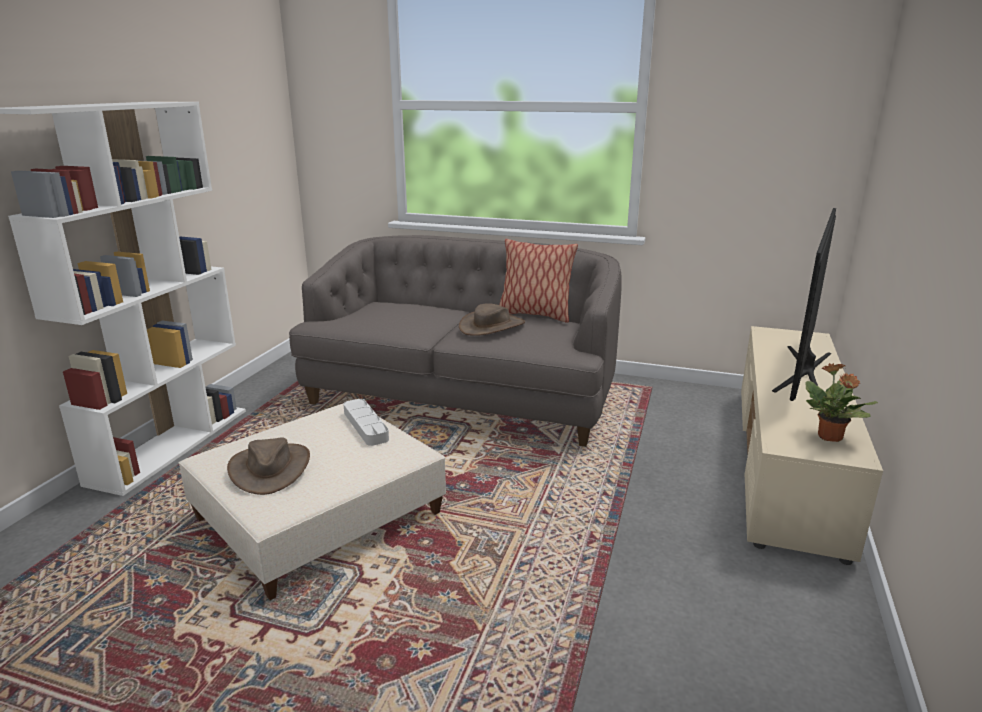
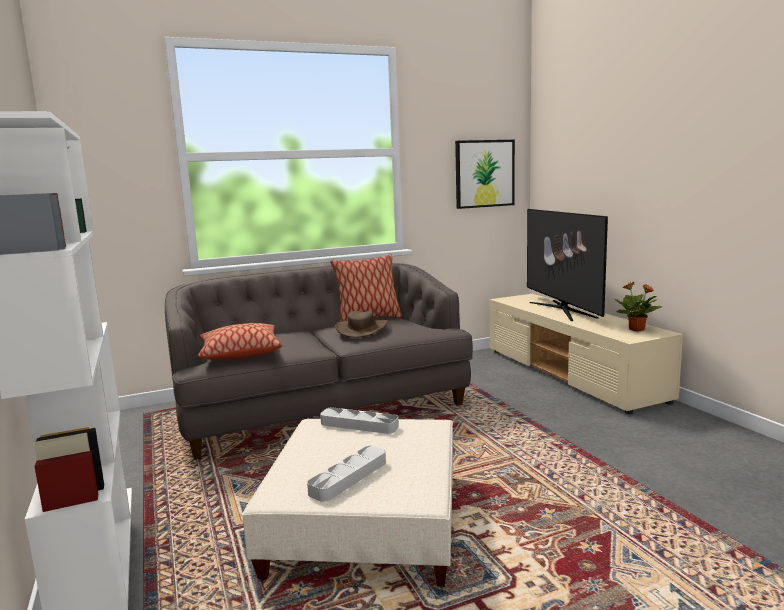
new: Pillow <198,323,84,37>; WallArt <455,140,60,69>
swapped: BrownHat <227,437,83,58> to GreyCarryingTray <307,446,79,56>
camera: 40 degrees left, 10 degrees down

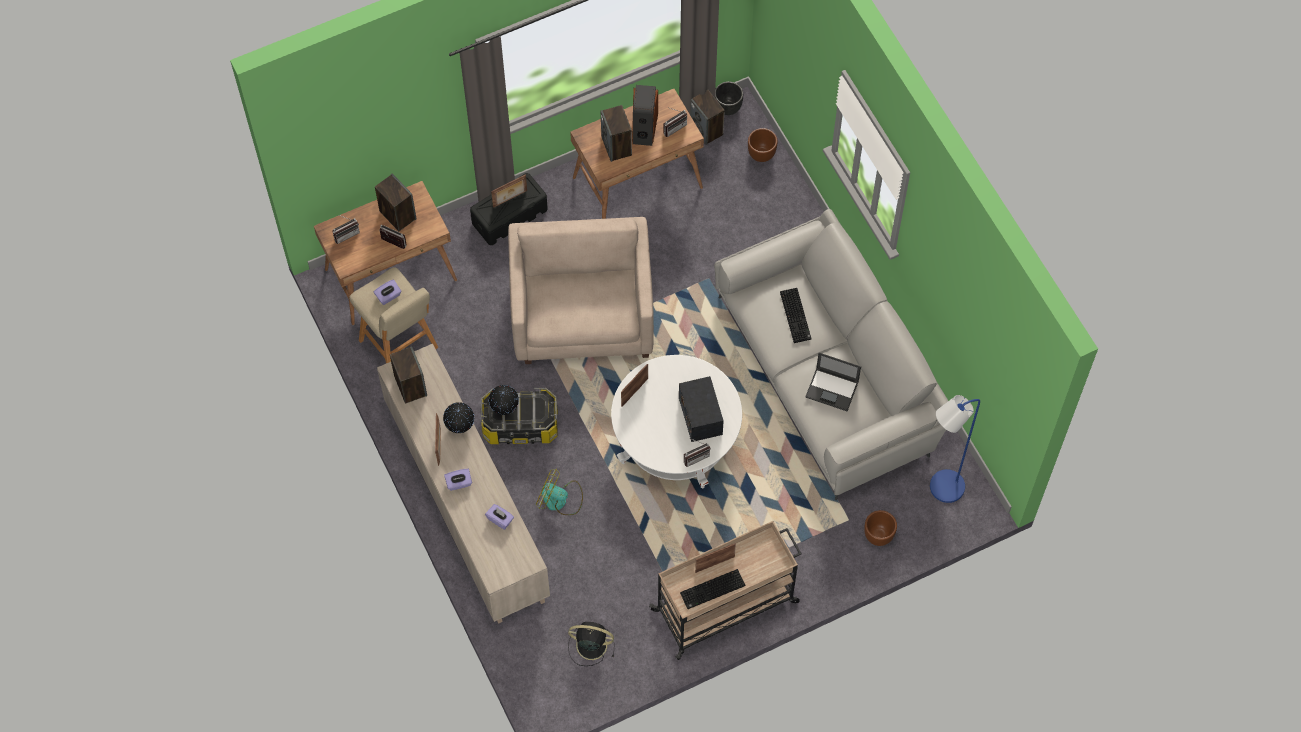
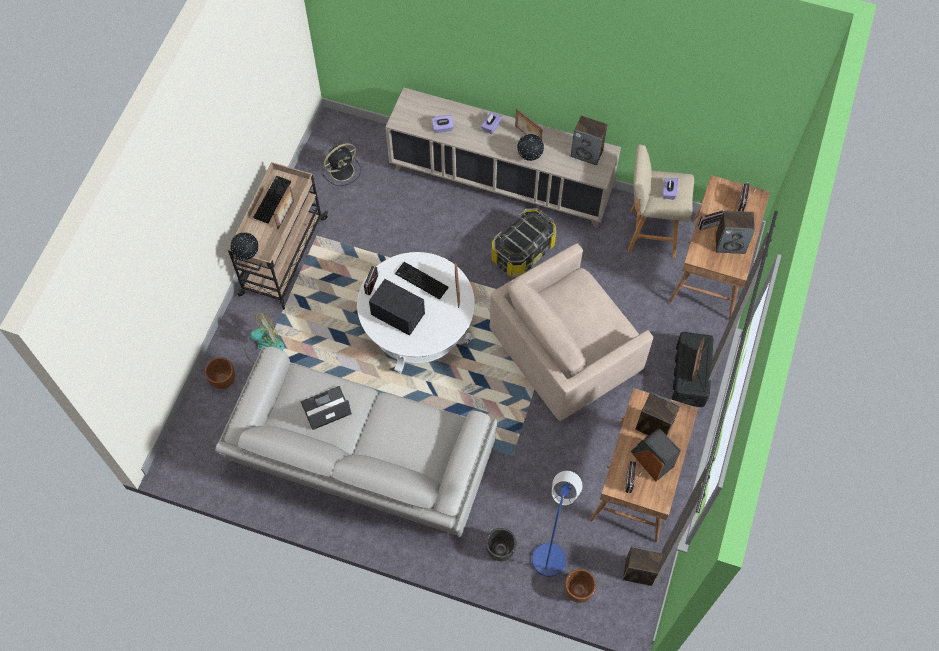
shifted: WorldGlobe <489,385,30,30> to <231,232,28,28>; CoolingFan <536,469,47,46> to <245,312,39,52>; BlackColouredPlanter <715,82,28,33> to <486,528,31,33>; Keyboard <780,288,31,55> to <395,262,53,37>; BluishStandardLamp <930,395,50,108> to <532,471,50,106>
rotated: BeigeLoungeChair <508,217,146,147> = <490,243,163,178> 105 degrees clockwise
camera: 135 degrees right, 0 degrees up

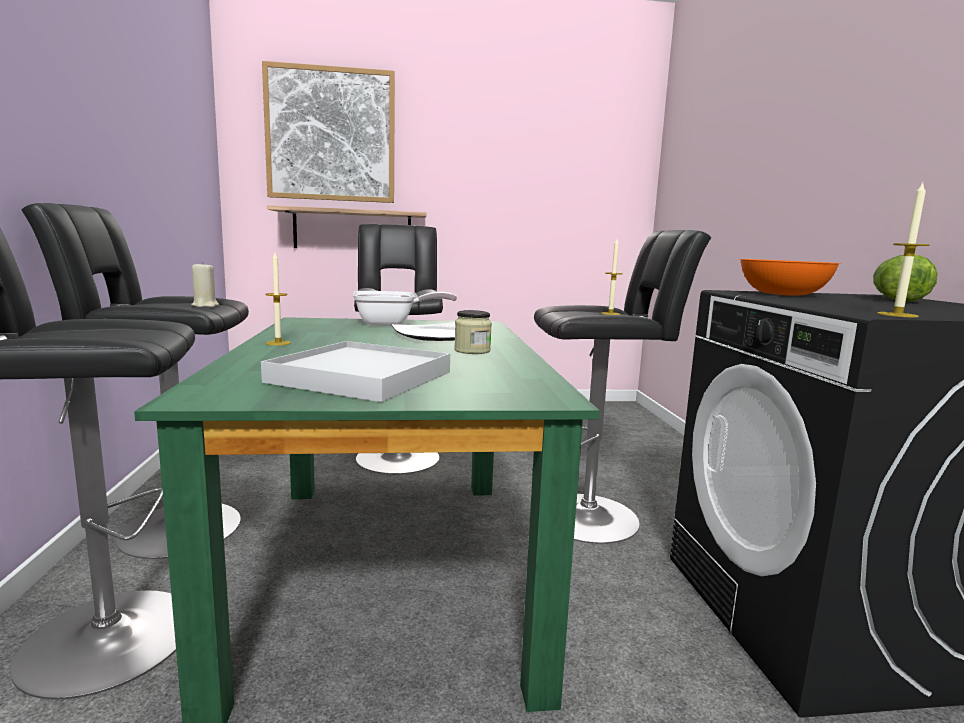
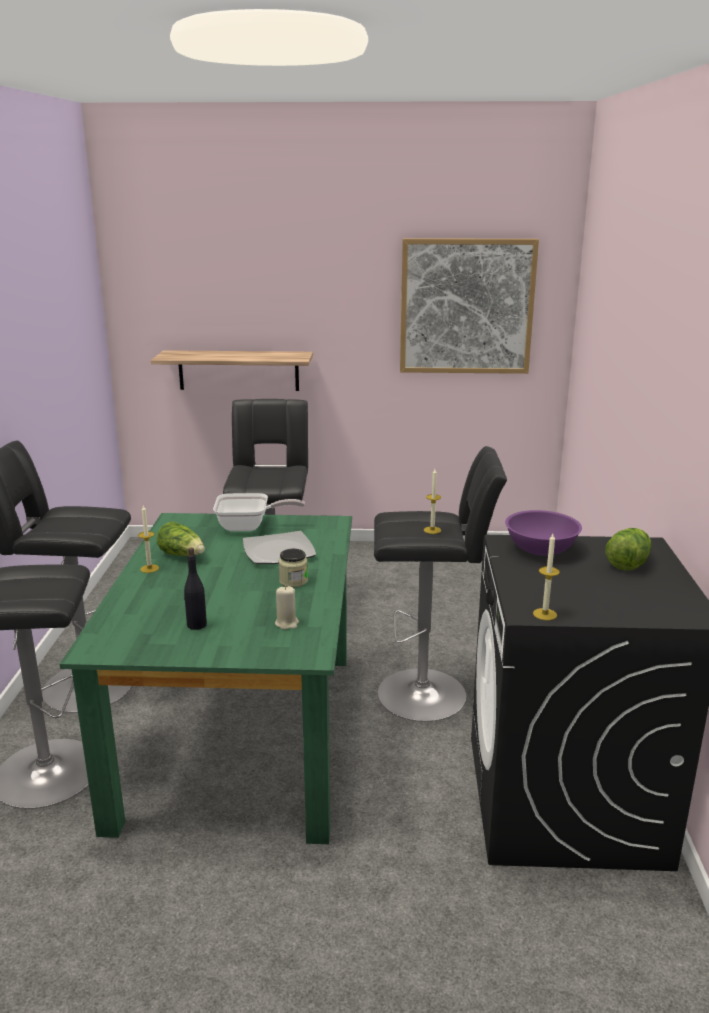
new: HeadOfLettuce <157,521,48,35>
shifted: BeigeWaxLight <191,262,28,45> to <275,586,24,44>; WallArt <262,61,133,142> to <400,238,139,136>
swapped: WhiteColouredCarryingTray <261,341,189,61> to BlackColouredBottle <184,548,23,82>
repainted: OrangeyDeepDish <740,259,102,37> to PurpleDeepDish <505,510,77,46>
camera: 10 degrees right, 10 degrees up

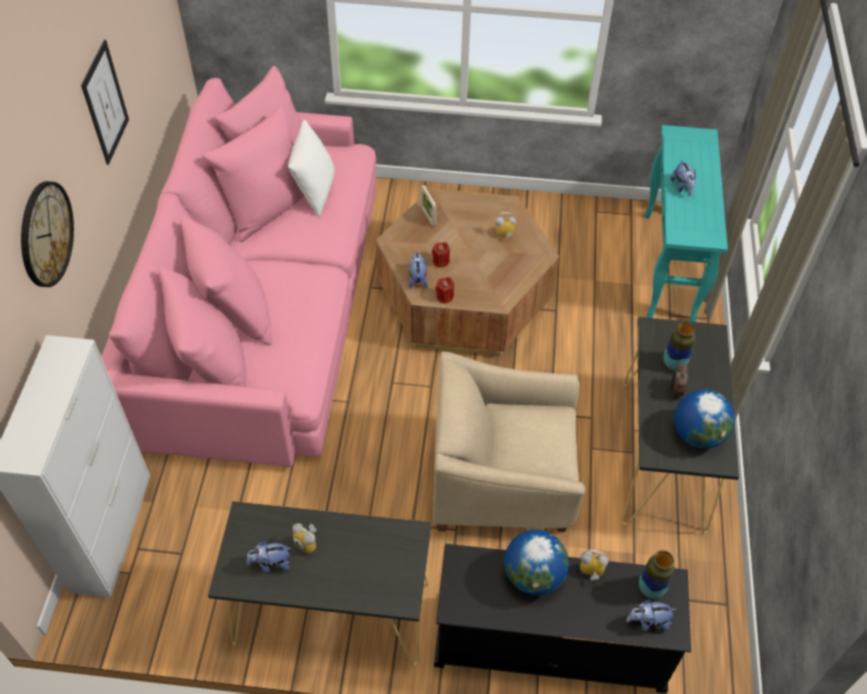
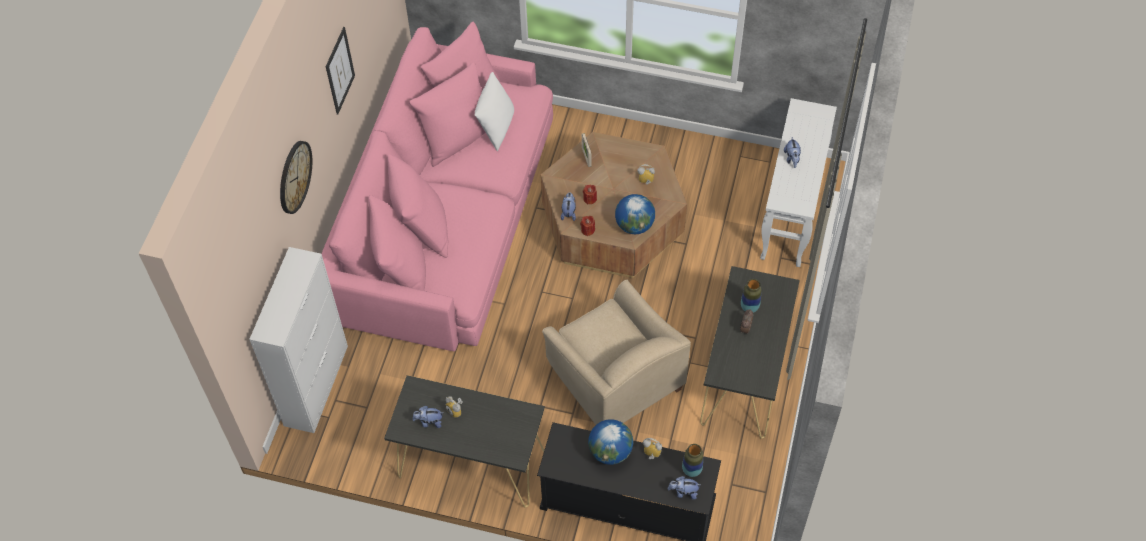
shifted: WorldGlobe <674,389,61,59> to <615,194,40,40>
repainted: BlueGreenHallTable <645,125,83,197> to WhiteColouredHallTable <760,98,77,169>
rotated: BeigeLoungeChair <433,351,152,181> = <542,280,149,145> 135 degrees counterclockwise
camera: 10 degrees right, 5 degrees up

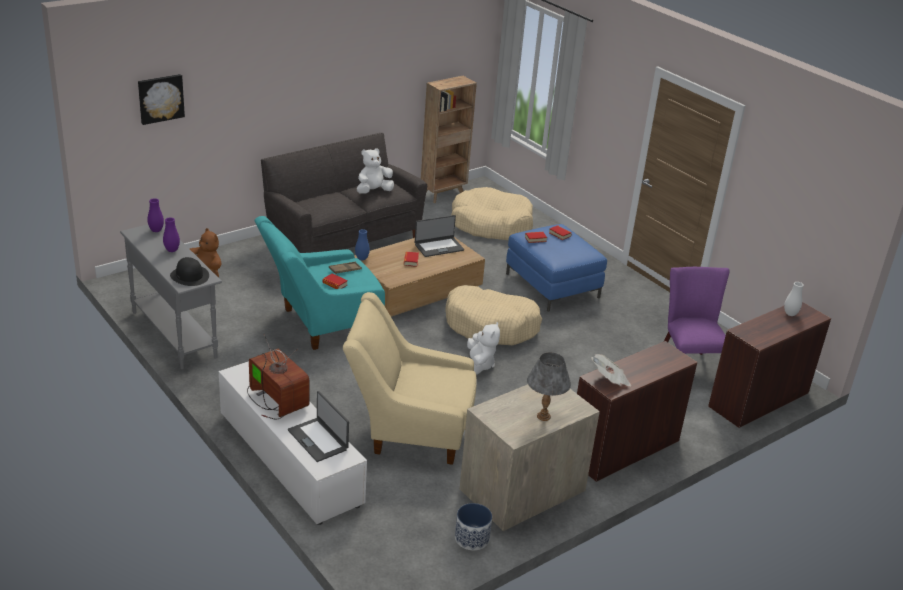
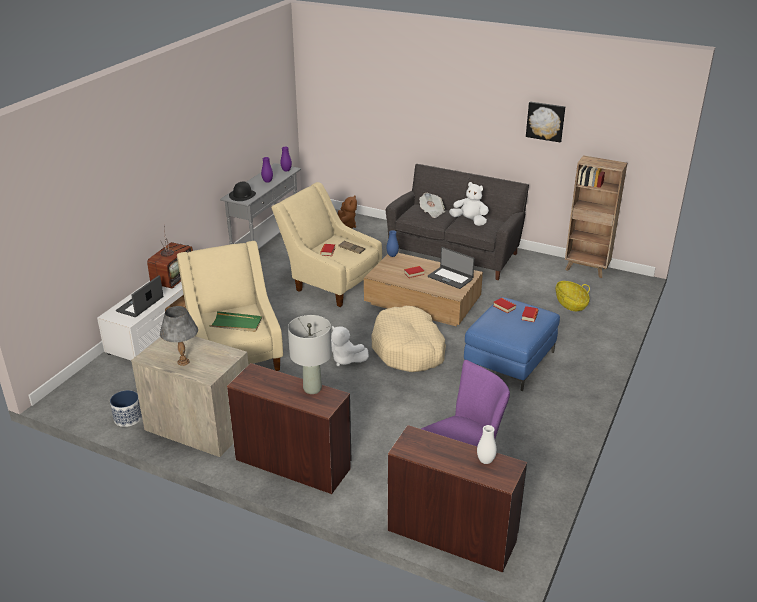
new: GreenCarryingTray <209,311,53,21>; GreyTabletopLamp <288,315,44,79>
shifted: WallArt <138,74,47,51> to <526,101,39,41>; DailyPaper <591,354,41,32> to <419,193,26,25>
swapped: BeigeDogCushion <451,187,82,53> to Basket <556,281,34,30>
repainted: BlueGreenLoungeChair <255,216,130,134> to BeigeLoungeChair <271,182,111,125>
rotated: WhiteColouredPlushToy <467,322,33,53> = <331,326,38,40> 60 degrees clockwise
camera: 65 degrees right, 0 degrees up

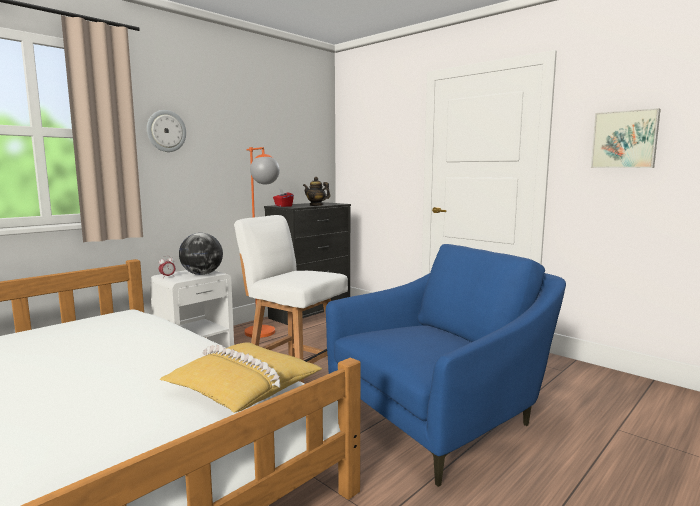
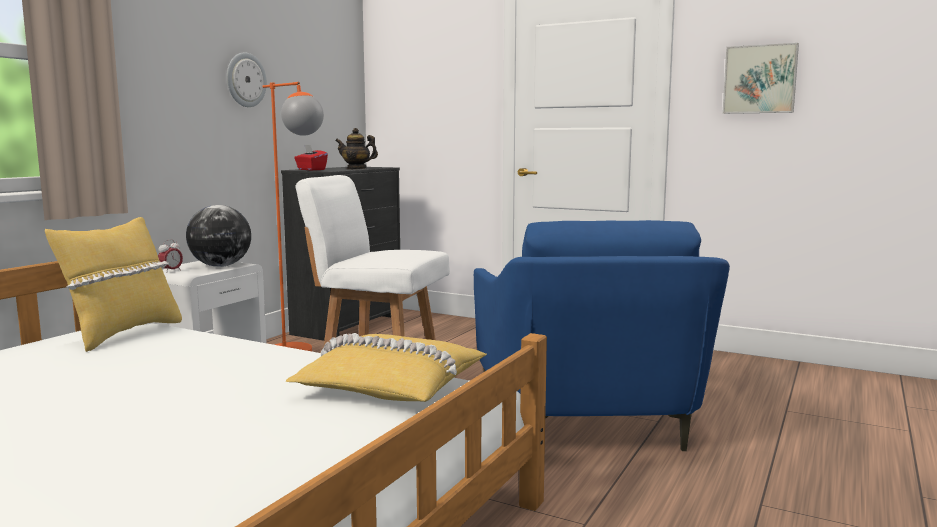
new: YellowPillow <45,217,137,135>
shifted: HangingClock <147,110,39,42> to <227,52,40,55>
rotated: BluishLoungeChair <326,244,240,243> = <474,220,256,231> 135 degrees clockwise
camera: 15 degrees left, 0 degrees up

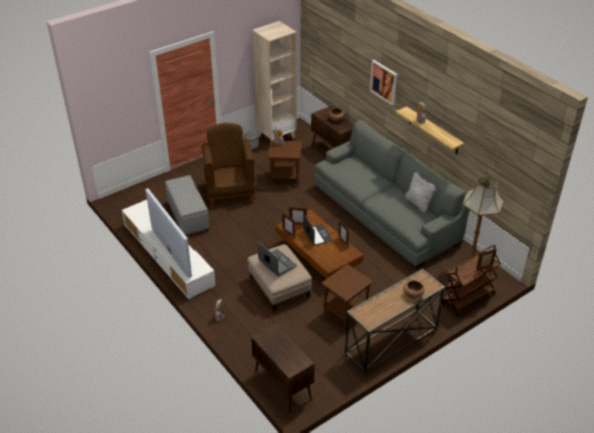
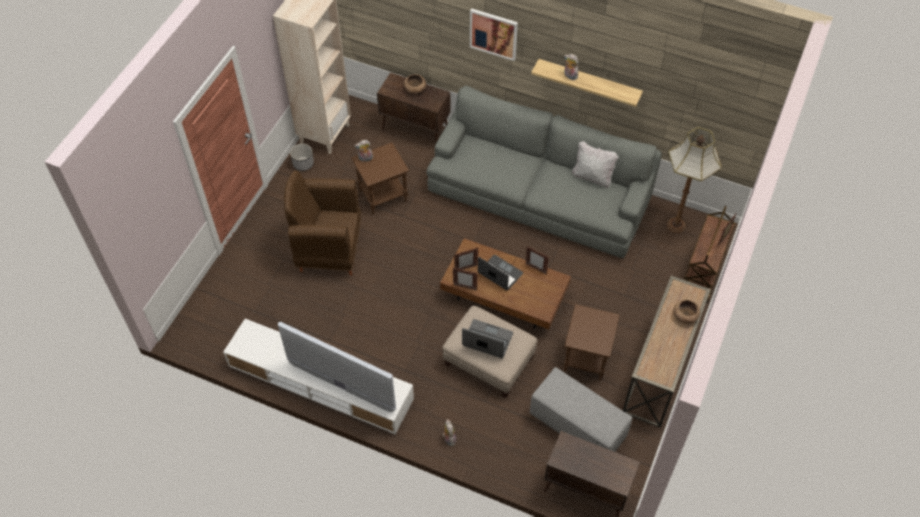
shifted: GreyPouffe <165,175,45,61> to <530,367,102,85>
rotated: BrownLoungeChair <202,123,54,83> = <284,171,77,105> 45 degrees counterclockwise
camera: 30 degrees left, 15 degrees up

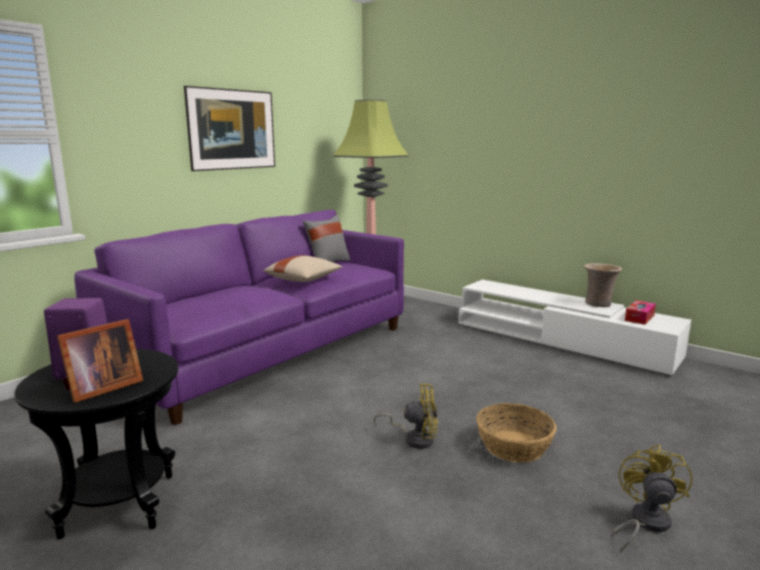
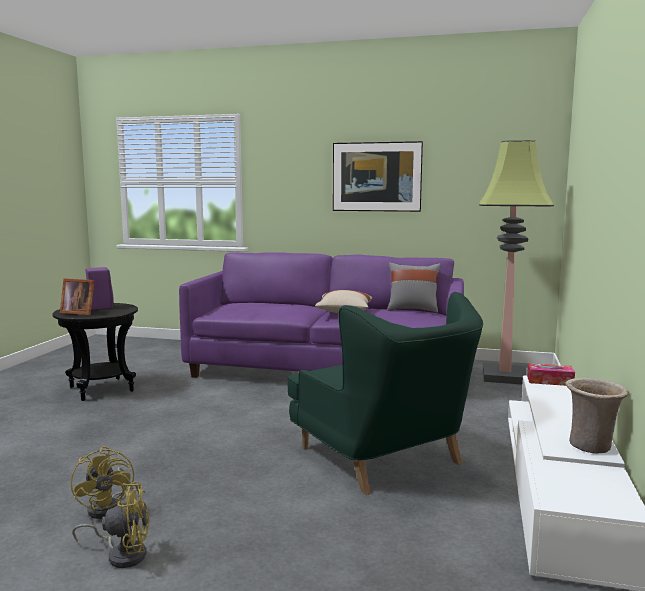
gone: Basket <476,403,81,60>
new: GreenLoungeChair <287,292,196,203>
shifted: YellowCoolingFan <374,383,64,65> to <71,446,65,73>; TissueHolder <625,300,31,25> to <527,363,48,23>
camera: 65 degrees right, 5 degrees down

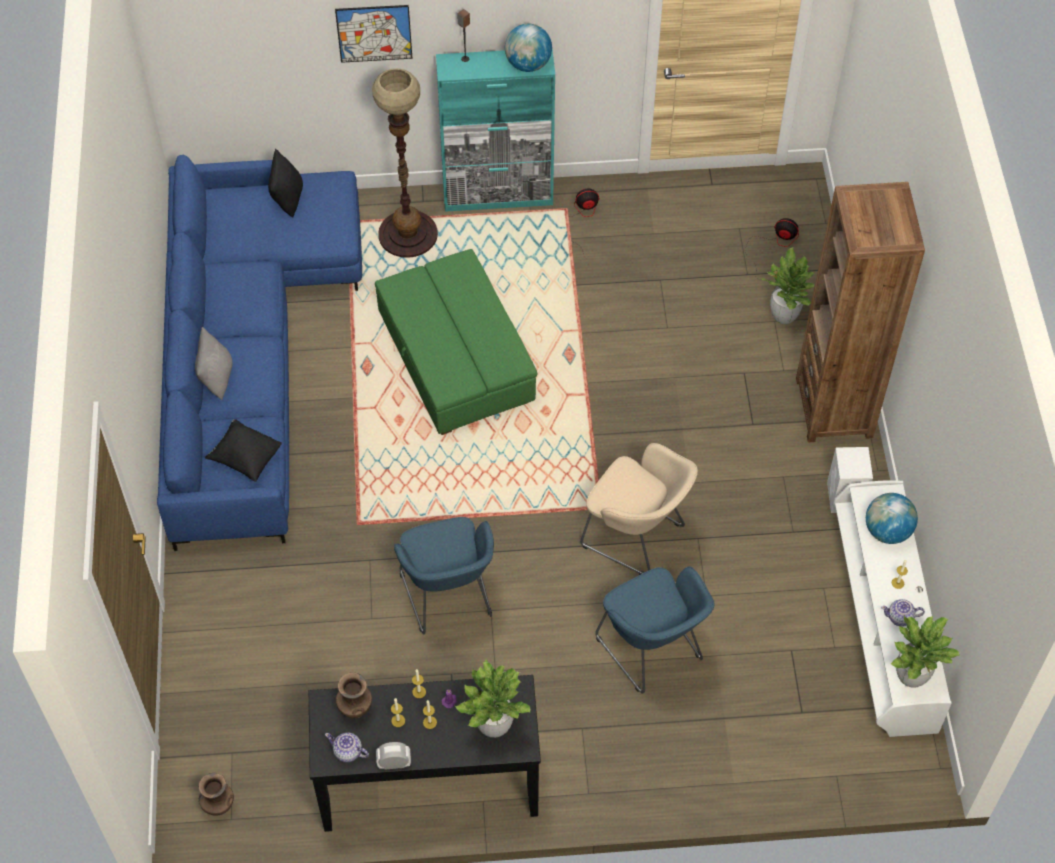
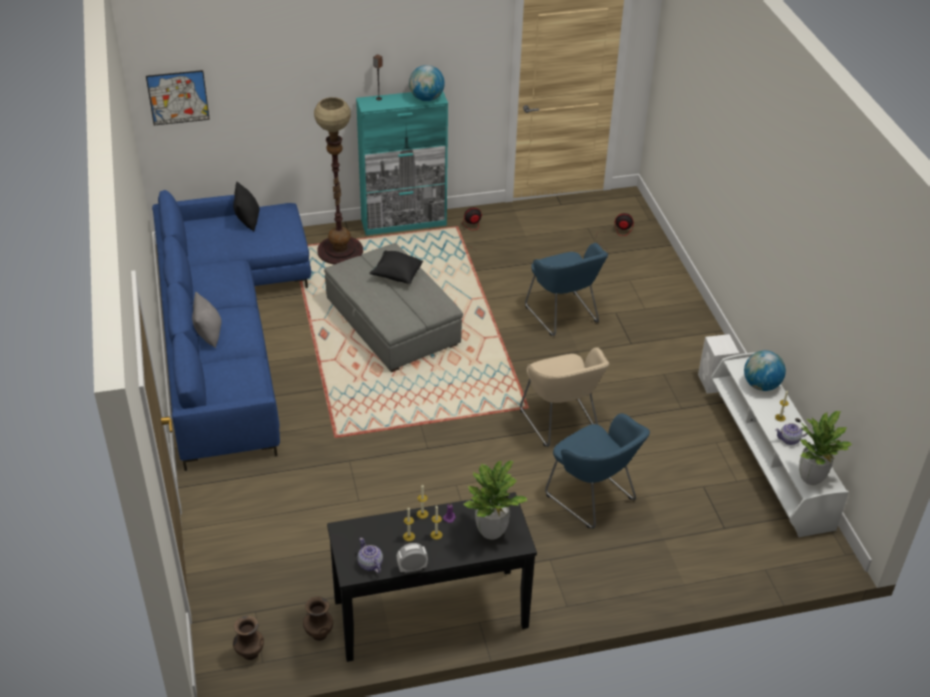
gone: PottedPlant <761,247,54,77>; BrownBookcase <796,182,129,260>
shifted: BlackColouredPillow <205,419,77,63> to <369,251,54,33>; WallArt <335,5,77,58> to <146,70,64,56>; BrownVase <336,672,36,46> to <303,596,30,45>; BluishLoungeChair <394,517,100,117> to <525,243,83,93>
repainted: GreenPouffe <375,249,163,186> to GreyPouffe <324,243,139,129>
rotated: PotForTea <325,733,44,29> = <357,538,26,35> 45 degrees clockwise; BeigeLoungeChair <580,443,118,132> = <520,347,89,100> 45 degrees clockwise
camera: 10 degrees left, 15 degrees down

